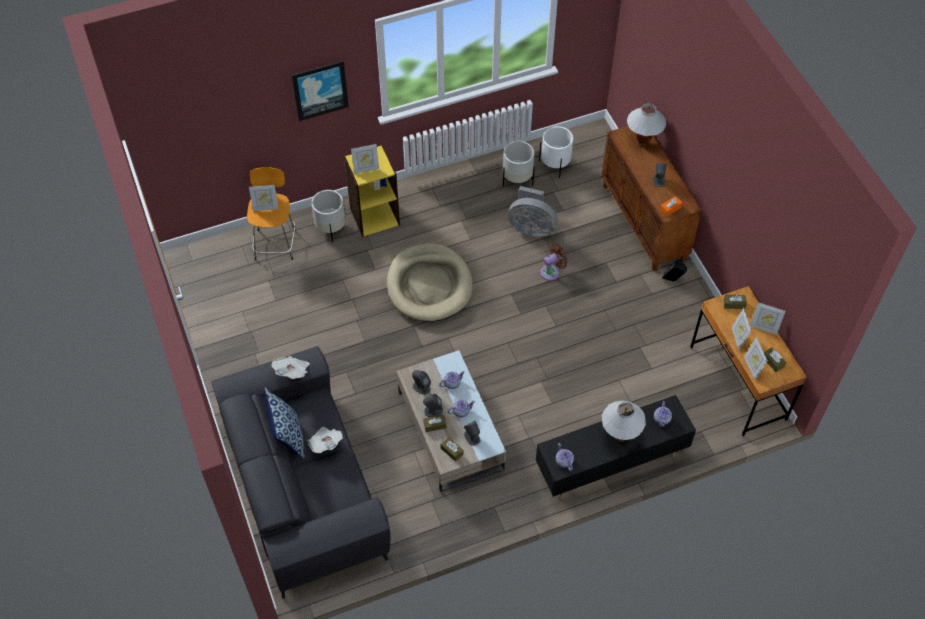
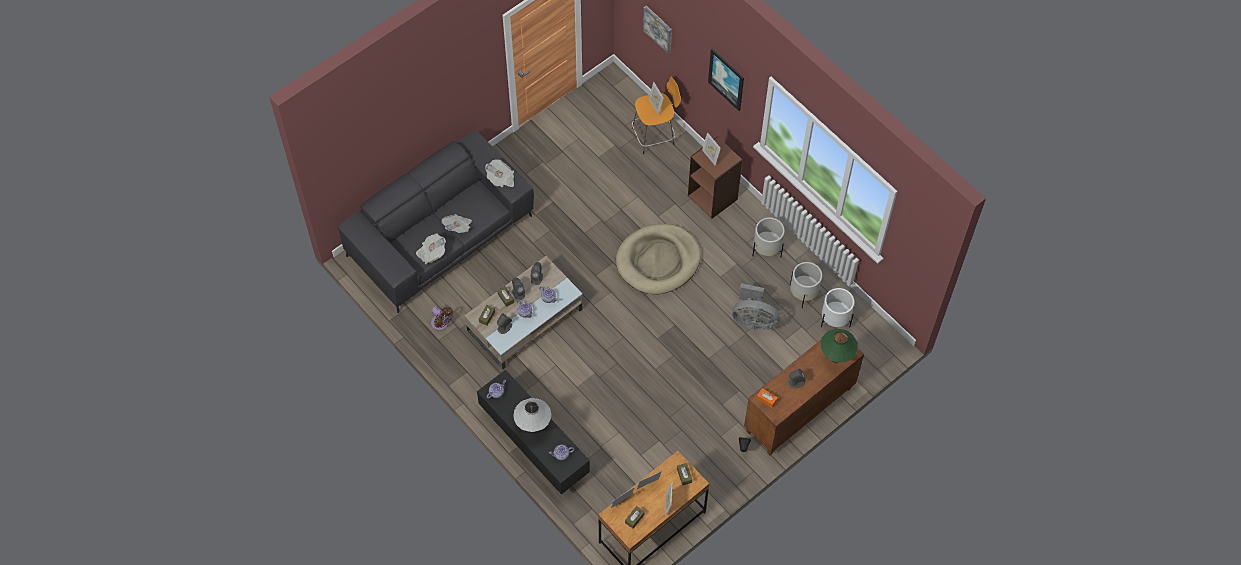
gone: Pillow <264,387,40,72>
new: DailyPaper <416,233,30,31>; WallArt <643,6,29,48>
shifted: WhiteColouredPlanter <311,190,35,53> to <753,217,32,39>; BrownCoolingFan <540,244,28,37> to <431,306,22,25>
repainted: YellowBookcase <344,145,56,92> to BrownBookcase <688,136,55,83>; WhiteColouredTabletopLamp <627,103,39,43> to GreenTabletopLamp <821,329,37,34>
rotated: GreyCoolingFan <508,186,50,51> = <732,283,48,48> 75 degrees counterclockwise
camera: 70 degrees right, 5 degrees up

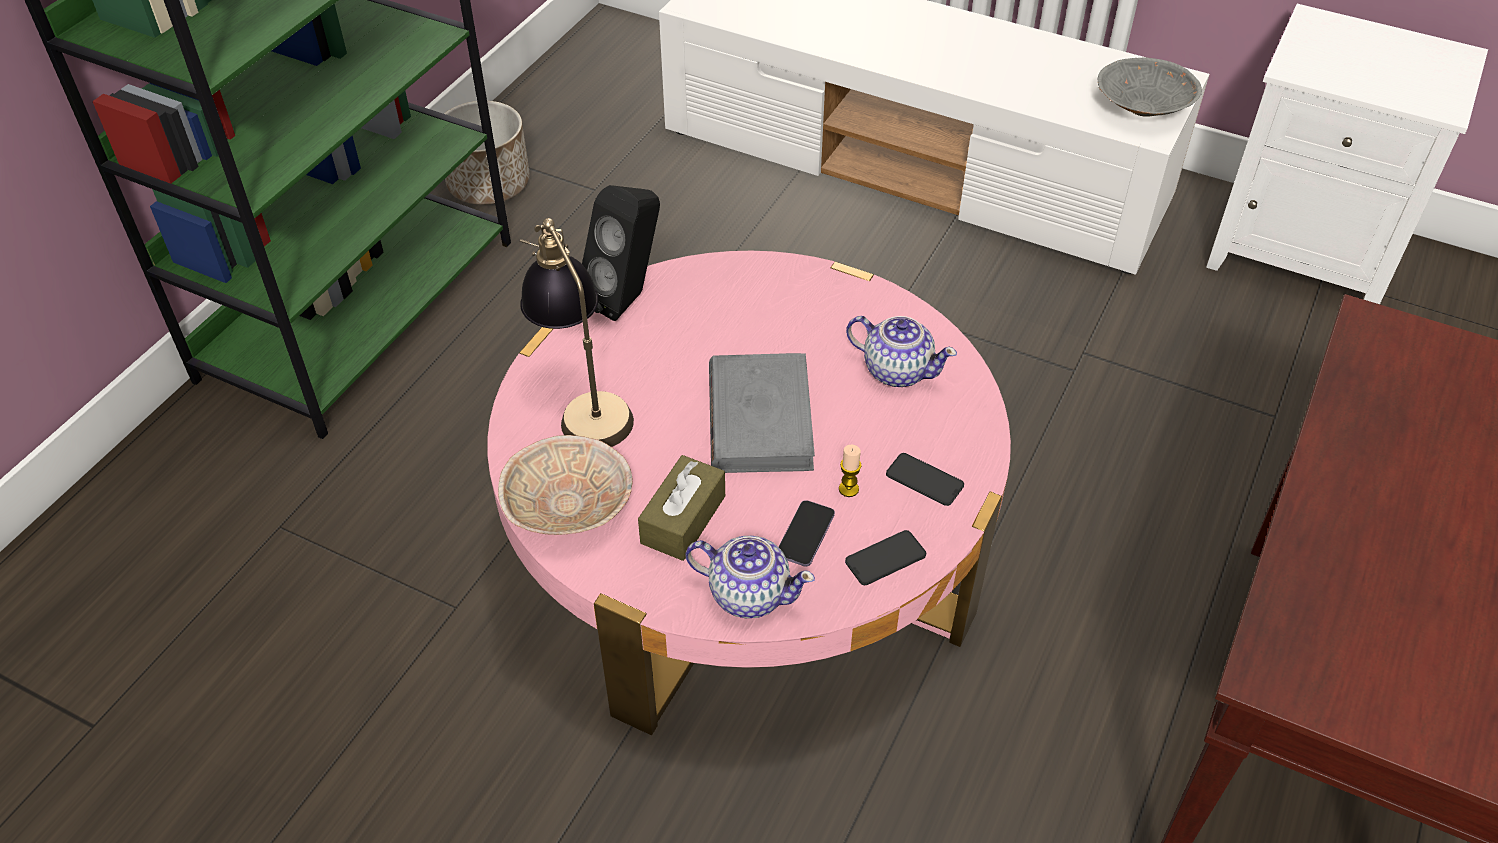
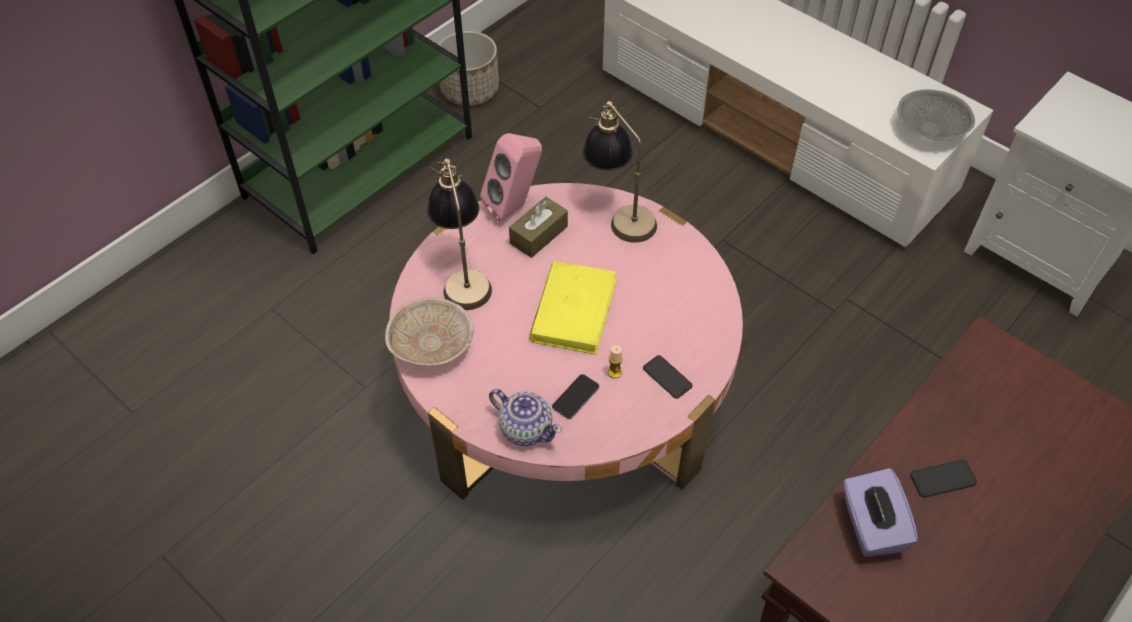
gone: PotForTea <846,316,111,71>
new: TabletopLamp <583,101,74,142>; PurpleTissueHolder <843,468,75,89>
shifted: BrownTissueHolder <638,455,87,106> to <509,197,59,61>; Handset <845,530,81,55> to <910,459,67,39>
repainted: BlackColouredLoudspeaker <582,185,78,136> to PinkColouredLoudspeaker <480,133,62,89>; GreyVolume <709,353,106,120> to YellowVolume <529,261,88,94>
camera: 15 degrees right, 5 degrees up

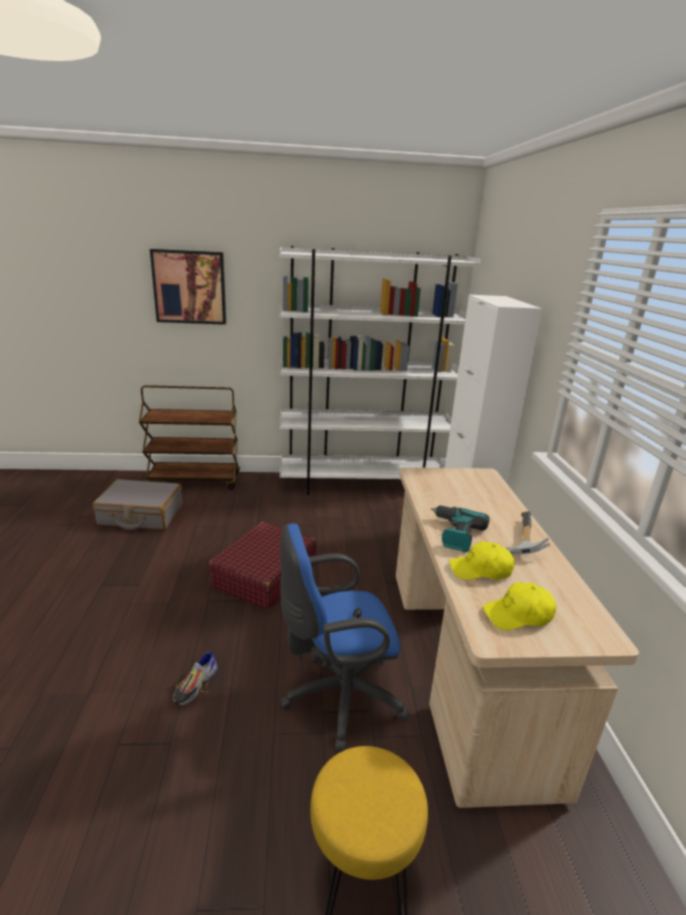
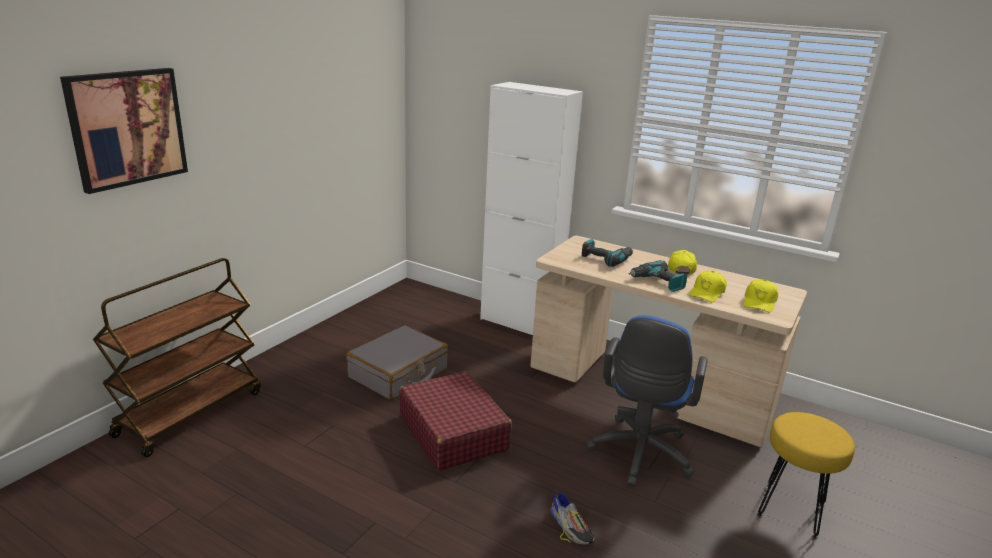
gone: WhiteColouredBookcase <279,246,203,249>
new: PowerDrill <582,239,51,28>
shifted: GreyTravelCase <92,479,91,51> to <346,325,102,75>
swapped: ToolHammer <506,511,44,43> to YellowBaseballCap <668,250,29,25>
camera: 55 degrees left, 0 degrees up

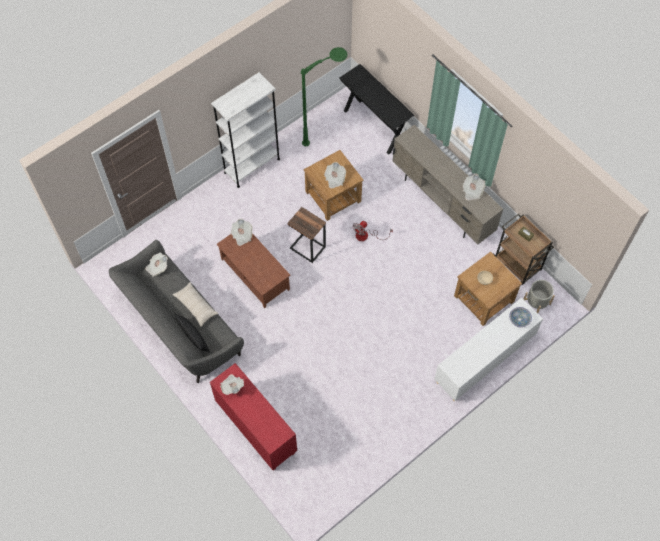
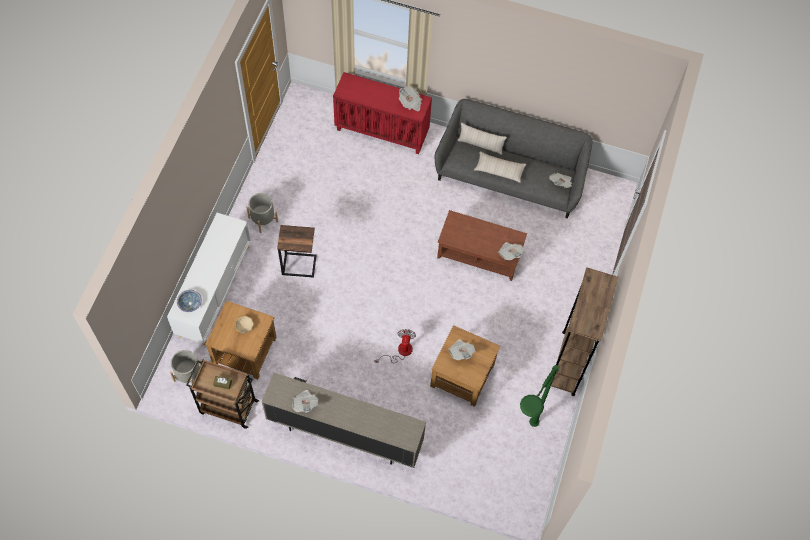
gone: BlackColouredHallTable <340,64,75,91>
new: GreyPlanter <246,193,32,40>
shifted: EndTable <287,207,39,56> to <277,225,40,53>
repainted: BlackColouredPillow <174,314,36,39> to BeigePillow <457,123,50,32>; WhiteColouredBookcase <211,72,69,116> to BrownBookcase <551,267,67,129>
camera: 145 degrees right, 0 degrees up

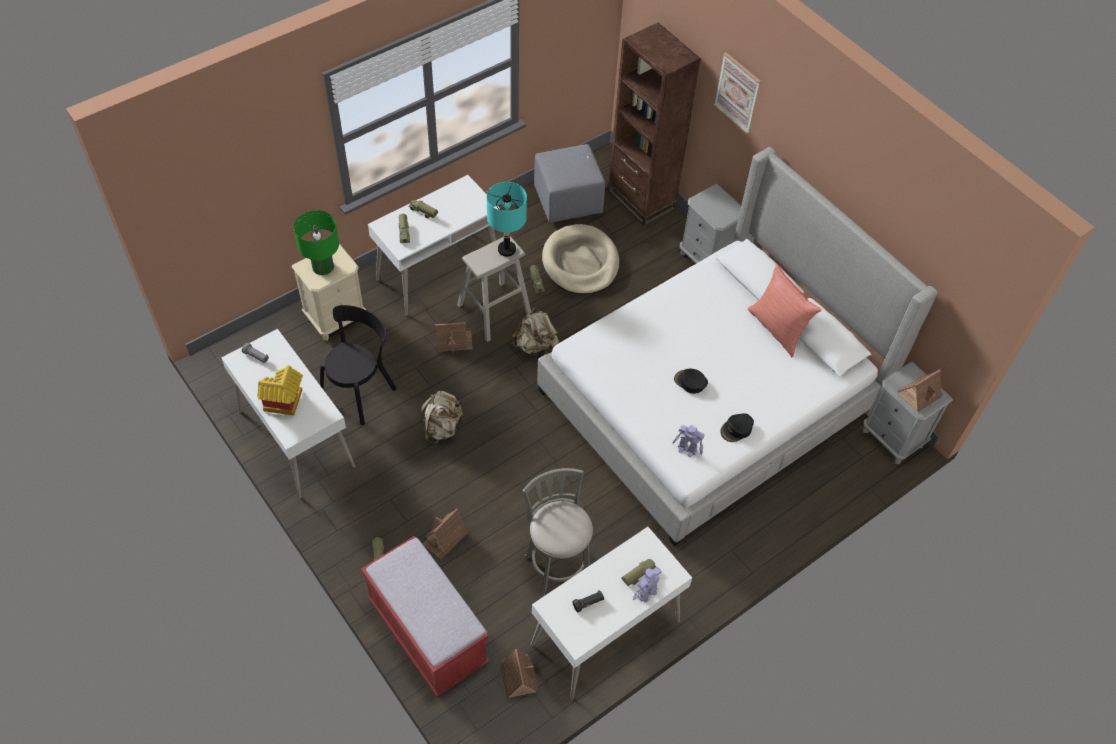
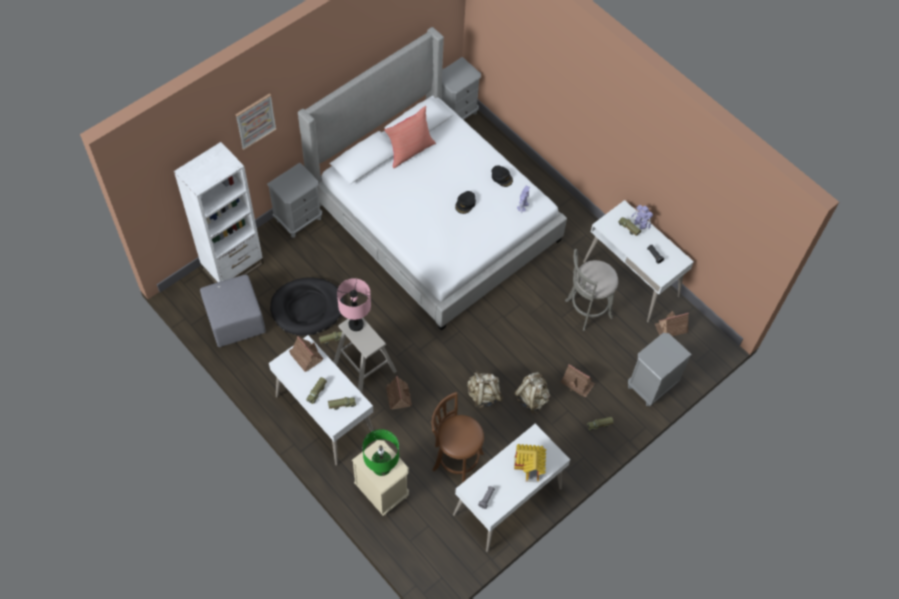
shifted: BeigeRucksack <512,307,47,48> to <514,372,36,42>; MiniatureHouse <897,369,46,43> to <289,336,35,36>
swapped: BlackColouredPlainChair <320,305,77,120> to BrownStoolSeat <432,392,52,91>; ReddishIndoorBench <361,536,128,161> to GreyNightstand <628,333,64,73>
repainted: BlueGreenTabletopLamp <487,182,40,75> to PinkColouredTabletopLamp <337,278,34,53>; BeigeDogCushion <542,224,77,71> to BlackColouredDogCushion <270,277,74,59>; BrownBookcase <608,23,93,203> to WhiteColouredBookcase <174,142,90,141>
camera: 95 degrees left, 5 degrees up

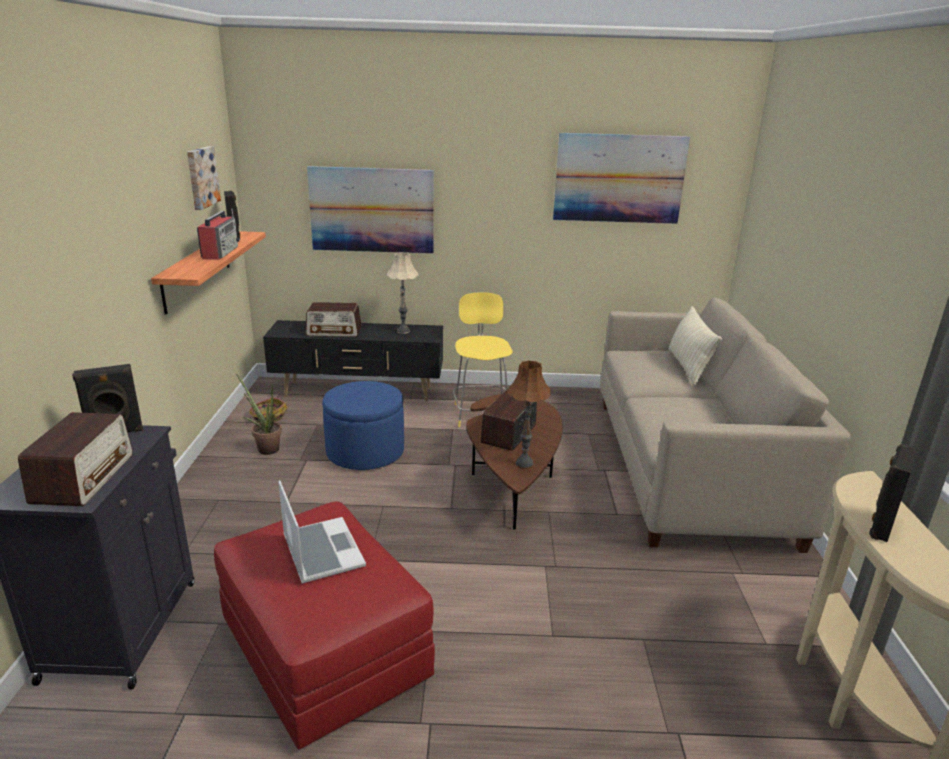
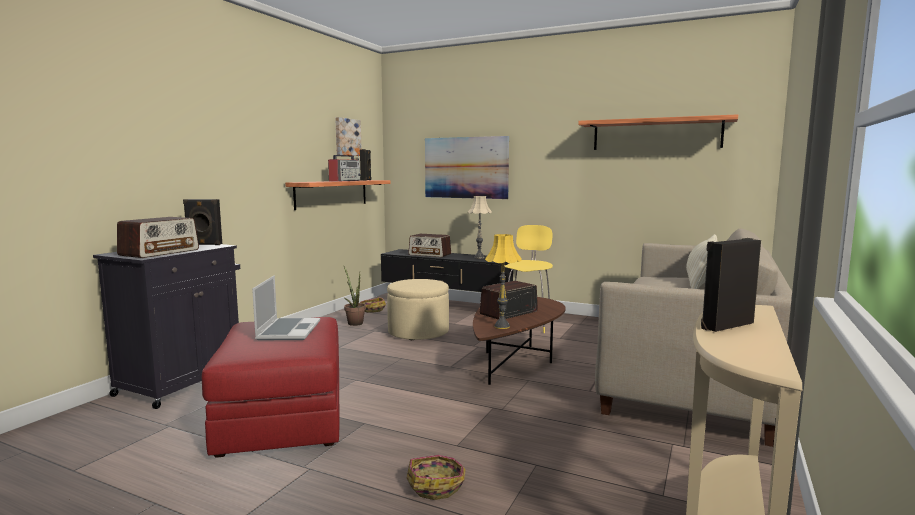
new: Basket <407,455,59,45>
swapped: WallArt <553,133,137,91> to Shelf <578,114,160,36>
repainted: BluishPouffe <322,381,82,89> to BeigePouffe <387,279,62,61>; BrownTabletopLamp <507,360,44,109> to YellowTabletopLamp <485,234,37,95>
camera: 25 degrees right, 15 degrees down

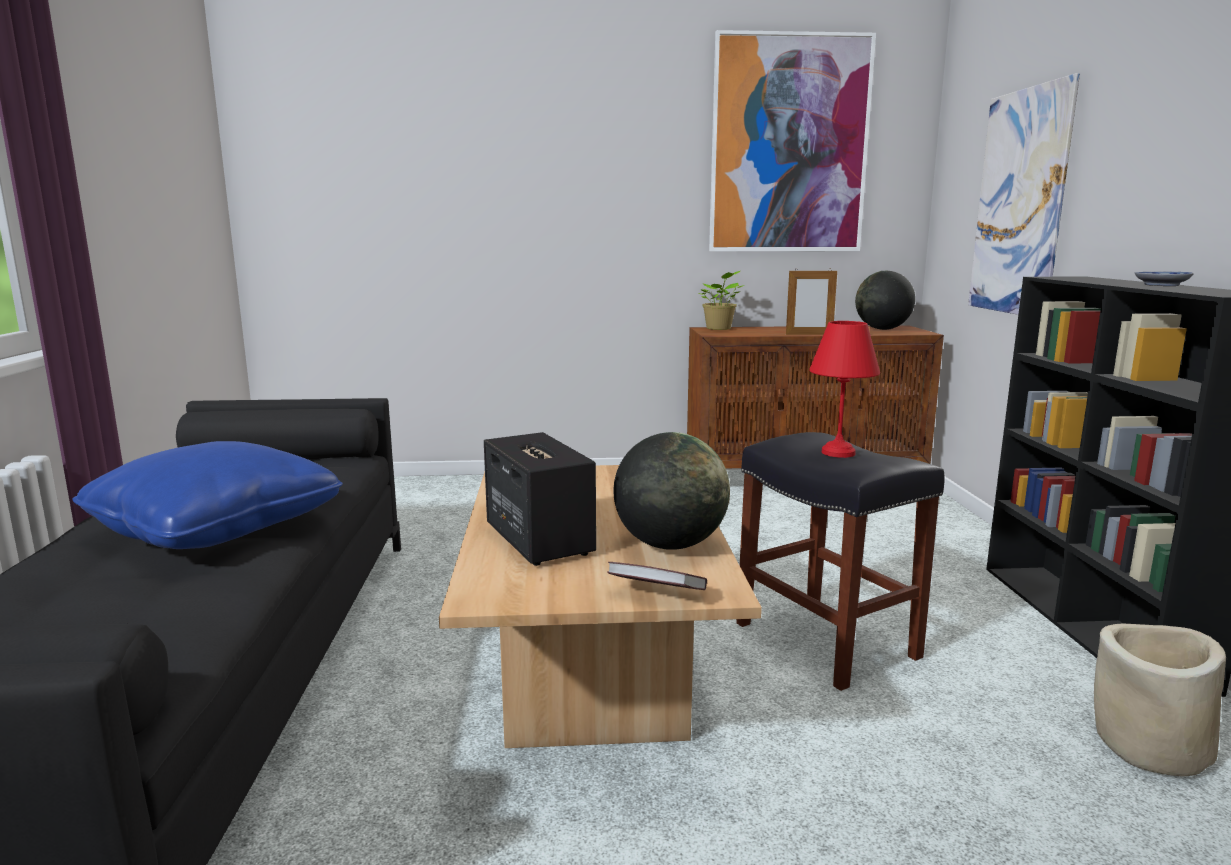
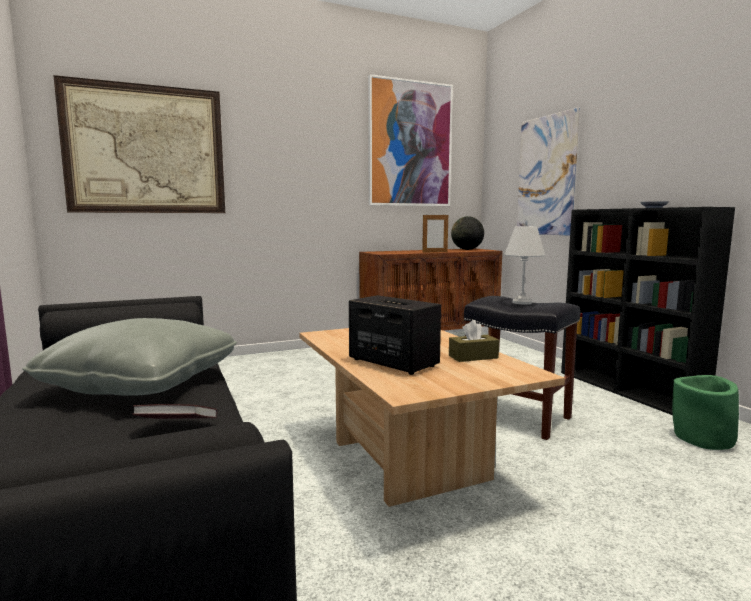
gone: PottedPlant <699,271,46,59>
new: WallArt <53,75,172,138>
shifted: Volume <607,562,100,28> to <133,404,84,15>
swapped: WorldGlobe <614,432,116,118> to BrownTissueHolder <449,320,50,42>
repainted: BluishPillow <72,441,271,108> to GreyPillow <22,318,215,78>; ReddishTabletopLamp <809,321,71,137> to WhiteColouredTabletopLamp <504,227,41,78>; BeigePlanter <1094,624,132,153> to GreenPlanter <672,375,67,75>
camera: 20 degrees left, 5 degrees down

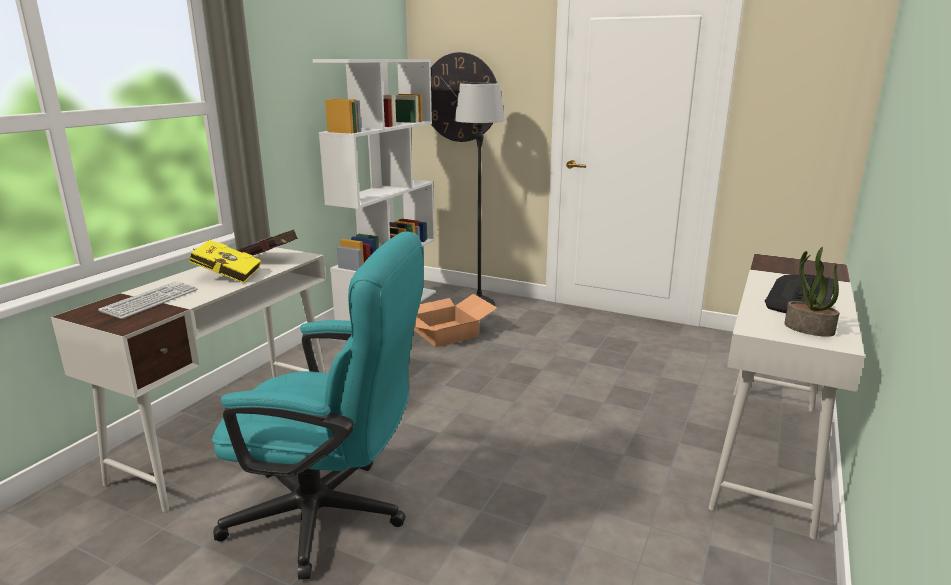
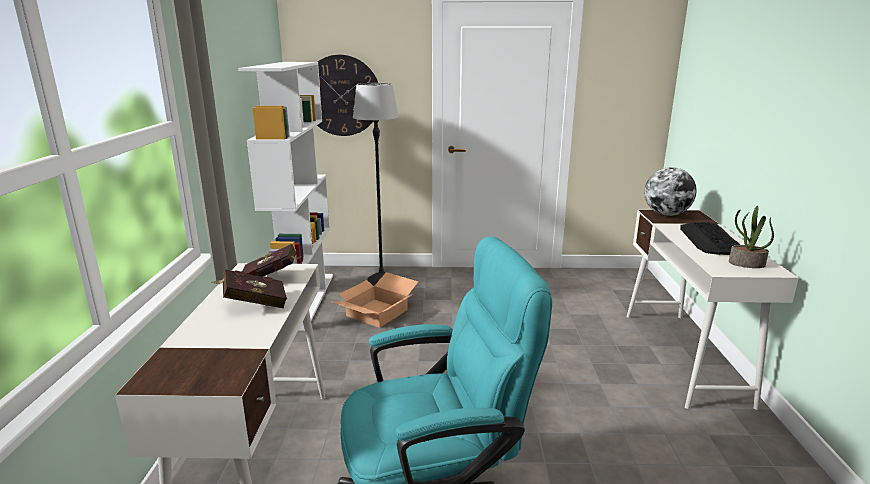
gone: Keyboard <98,281,100,38>
new: WorldGlobe <644,167,53,49>
repainted: YellowVolume <189,240,72,43> to ReddishVolume <213,269,74,39>
camera: 25 degrees left, 0 degrees up

